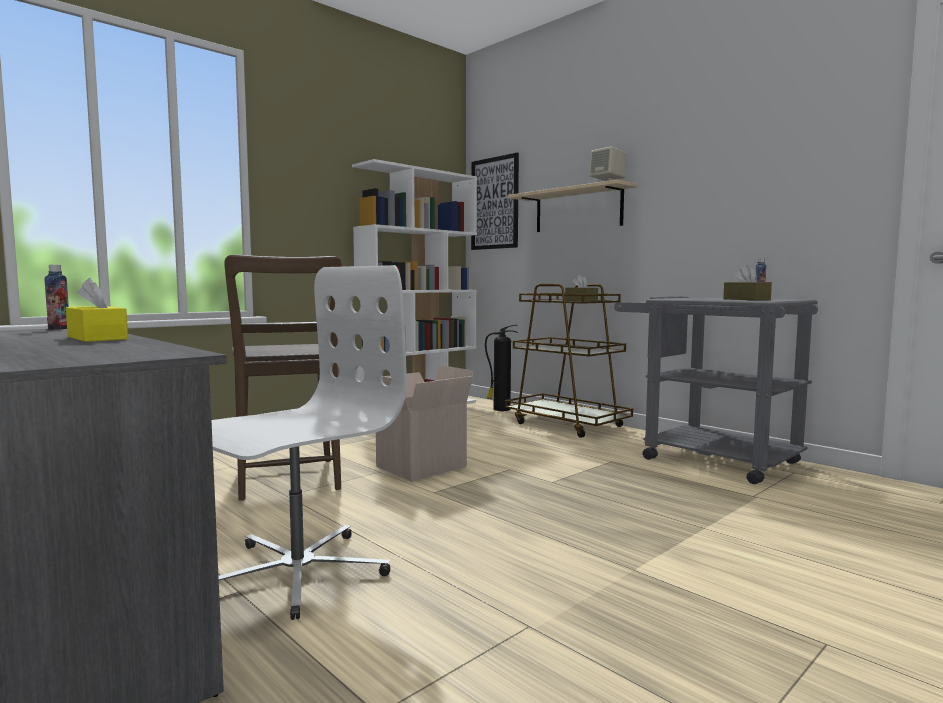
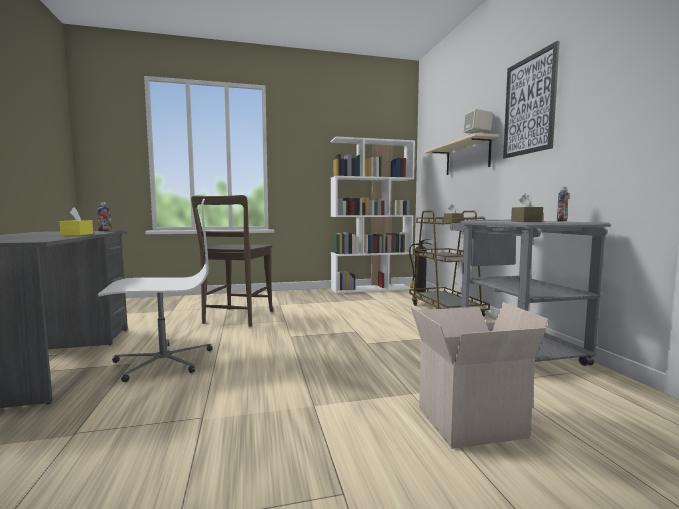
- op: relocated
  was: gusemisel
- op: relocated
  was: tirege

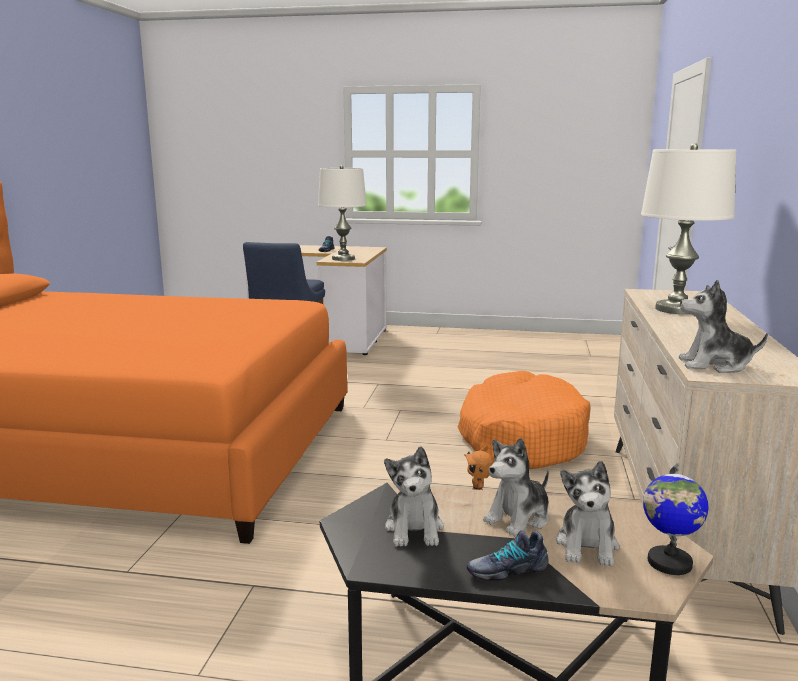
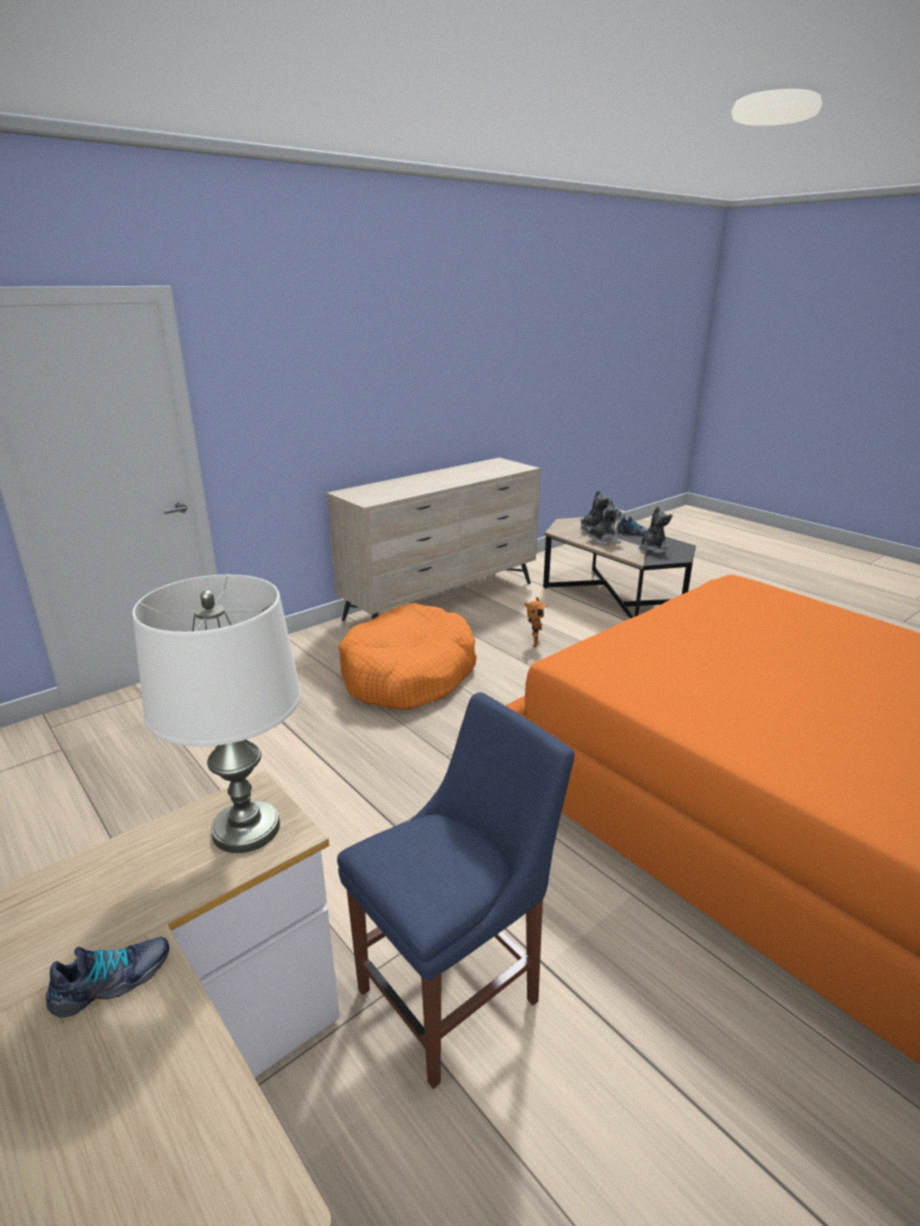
- op: missing
  was: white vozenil (no. 2 from left)
- op: missing
  was: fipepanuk
- op: missing
  was: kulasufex (no. 4 from left)

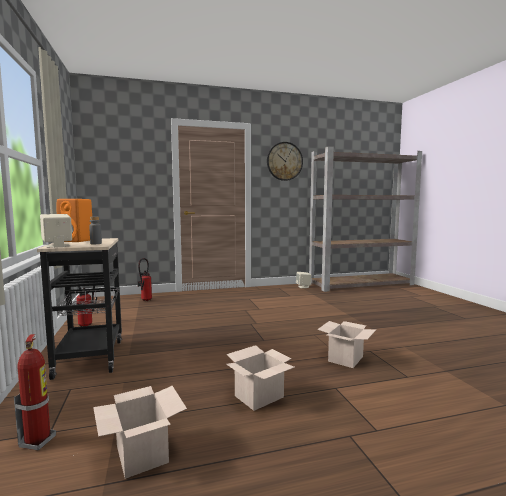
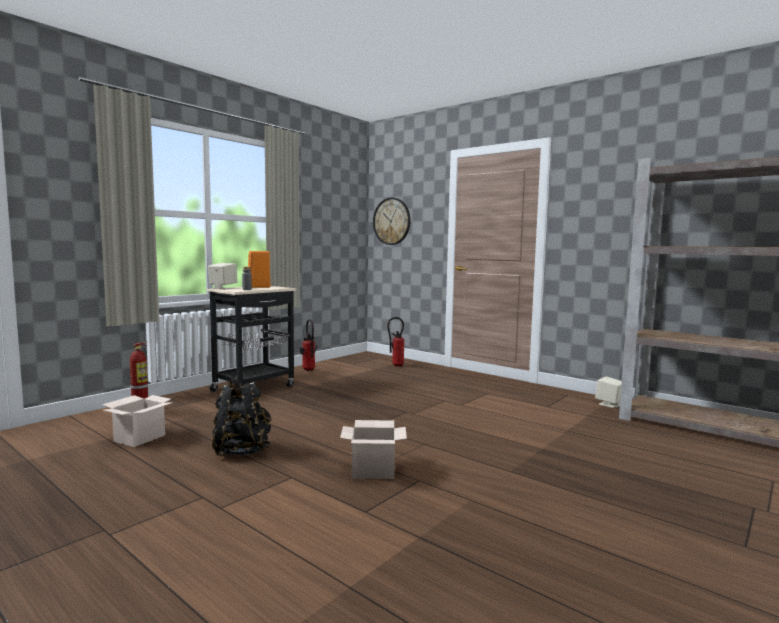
- op: relocated
  was: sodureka
- op: exchanged
  was: gusemisel (no. 2 from left)
  now: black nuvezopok

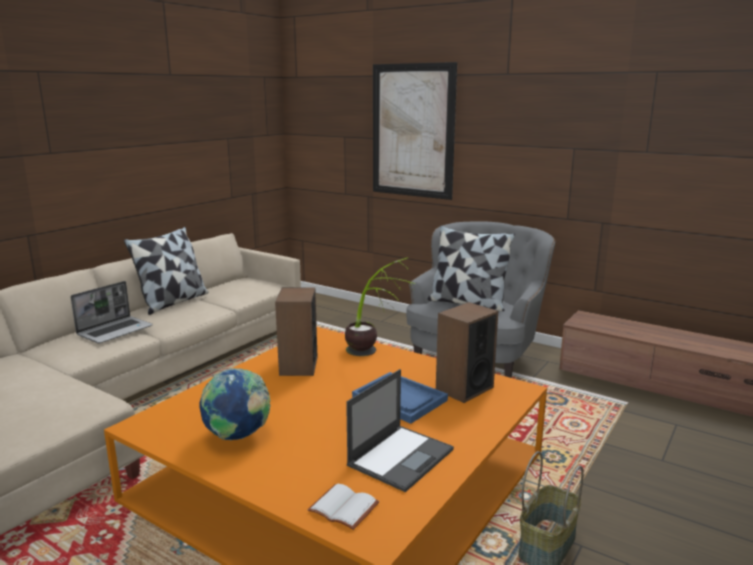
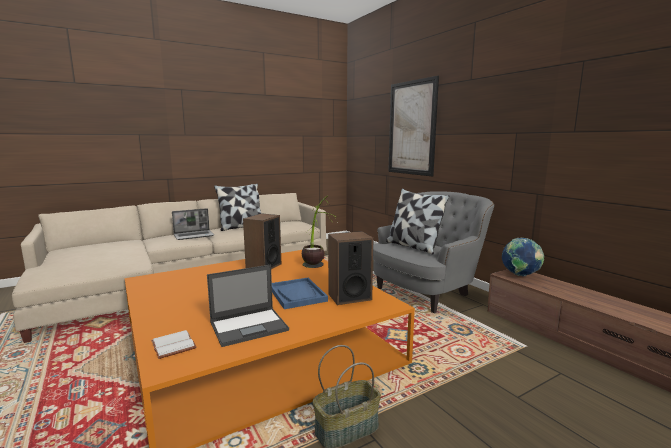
- op: relocated
  was: fipepanuk

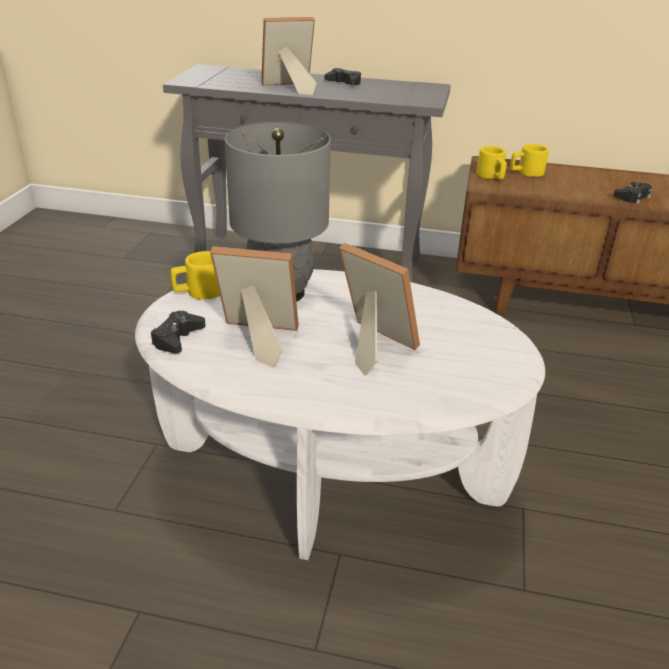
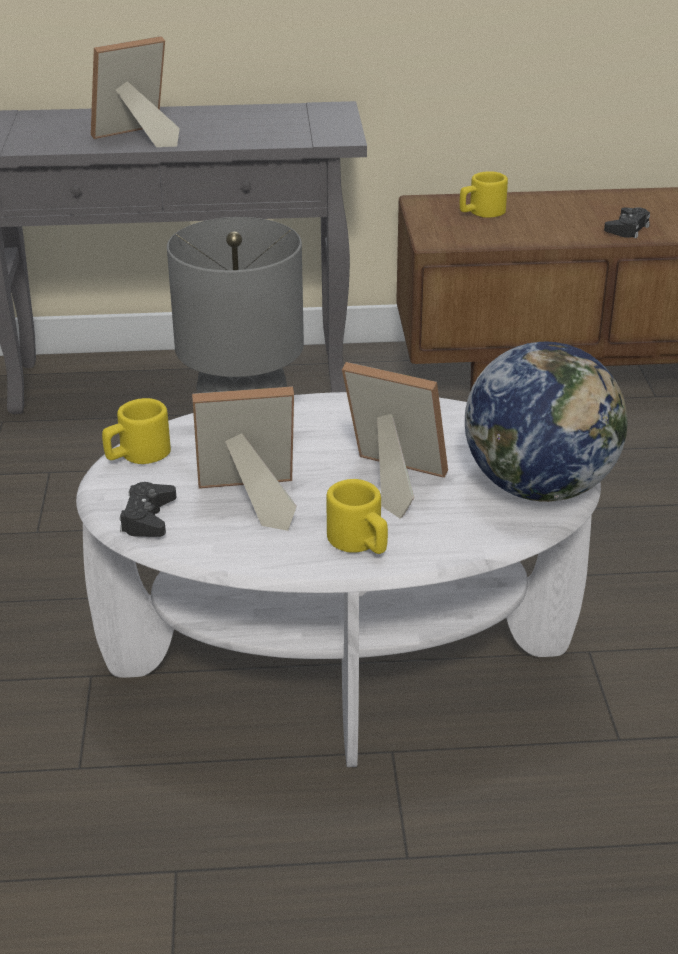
- op: missing
  was: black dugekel (no. 2 from left)
- op: appeared
  now: fipepanuk
- op: relocated
  was: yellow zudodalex (no. 2 from left)

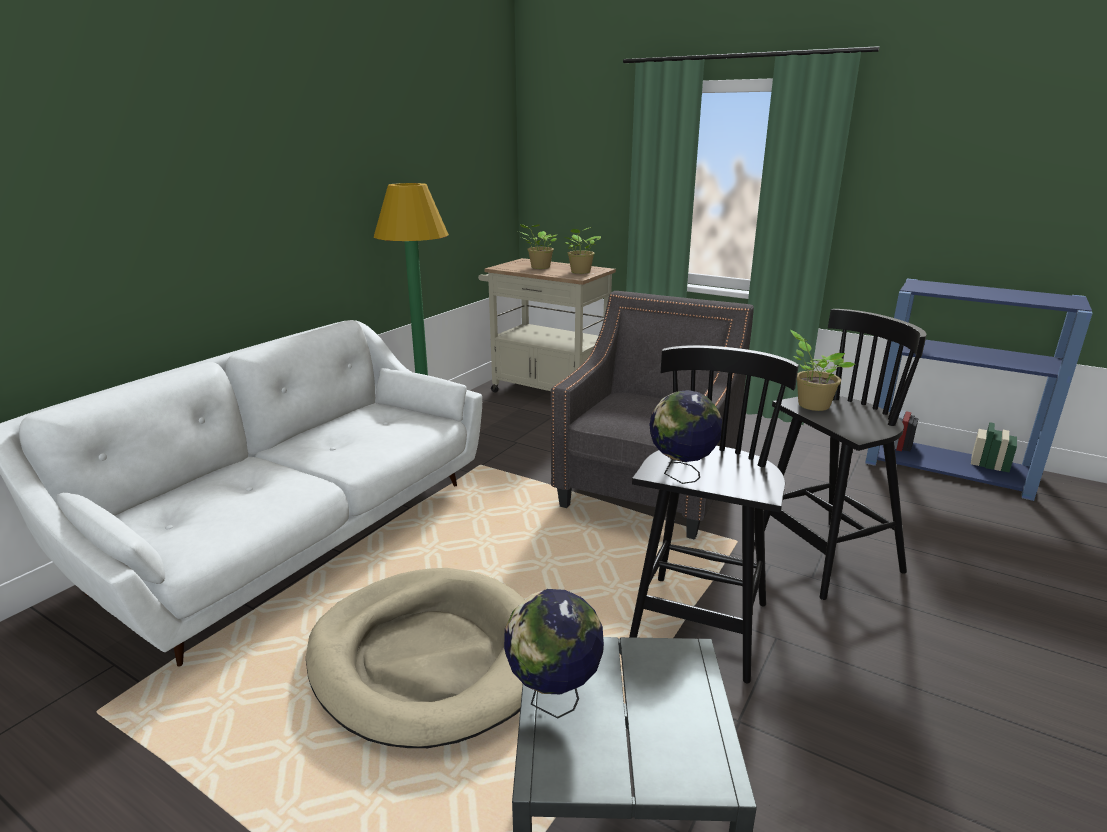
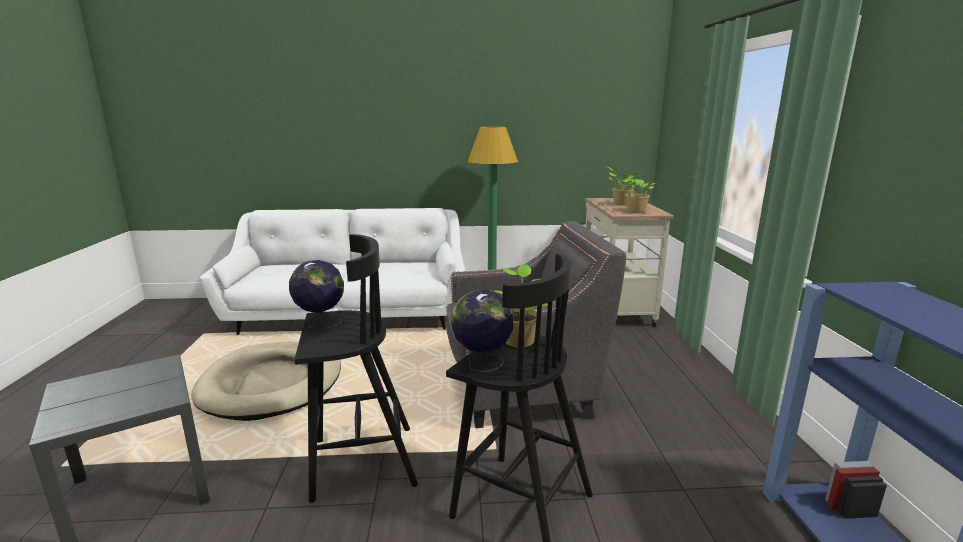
- op: relocated
  was: fipepanuk (no. 1 from left in the first image)
  now: fipepanuk (no. 2 from left)

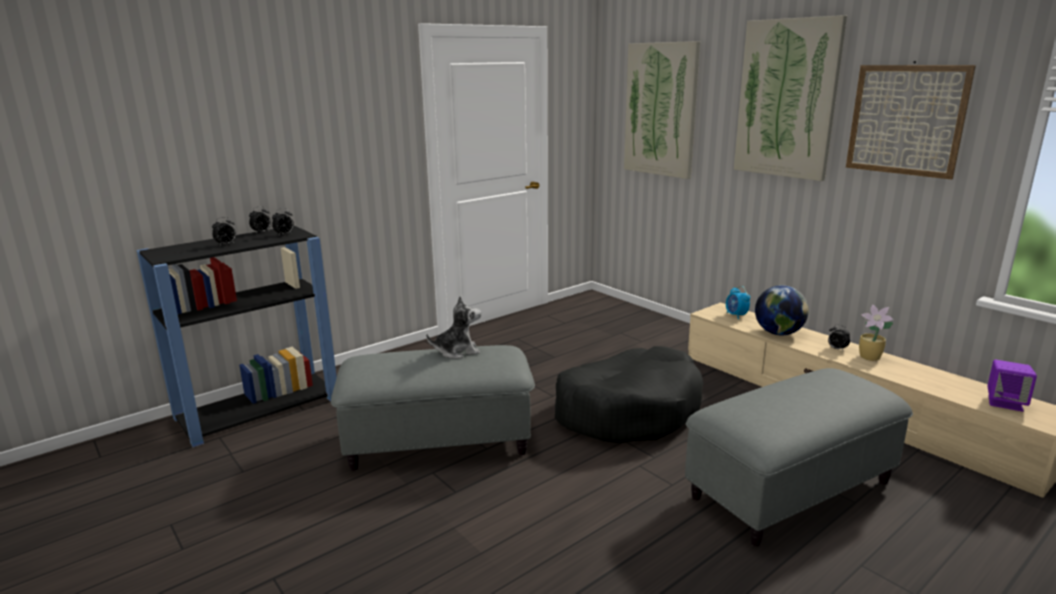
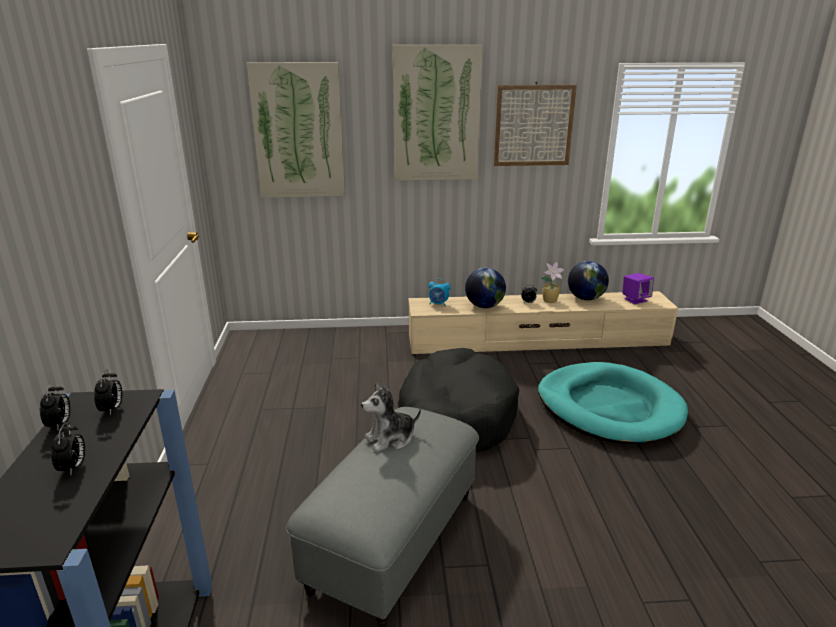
- op: appeared
  now: fipepanuk (no. 2 from left)
- op: exchanged
  was: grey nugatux (no. 2 from left)
  now: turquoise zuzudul
- op: spun
  was: kulasufex
  clockwise: -135

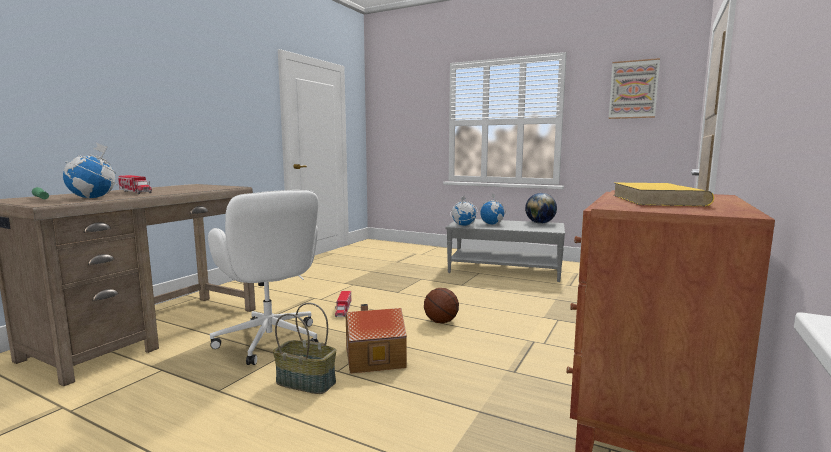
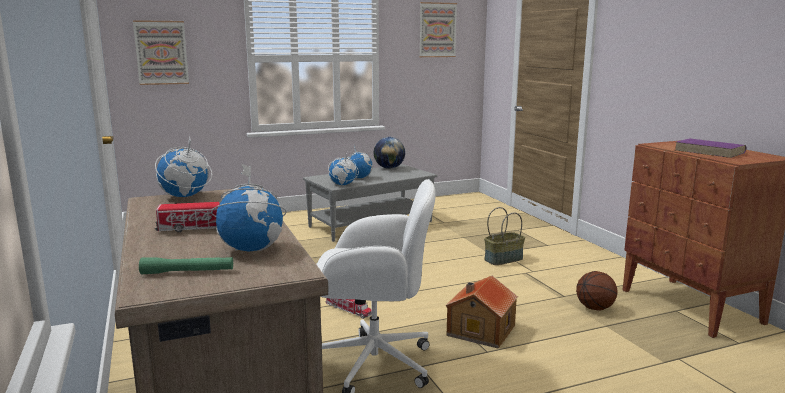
- op: appeared
  now: tirege (no. 1 from left)
- op: appeared
  now: fipepanuk (no. 1 from left)
- op: relocated
  was: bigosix
- op: relocated
  was: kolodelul
- op: colour
  was: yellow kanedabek
  now: purple kanedabek

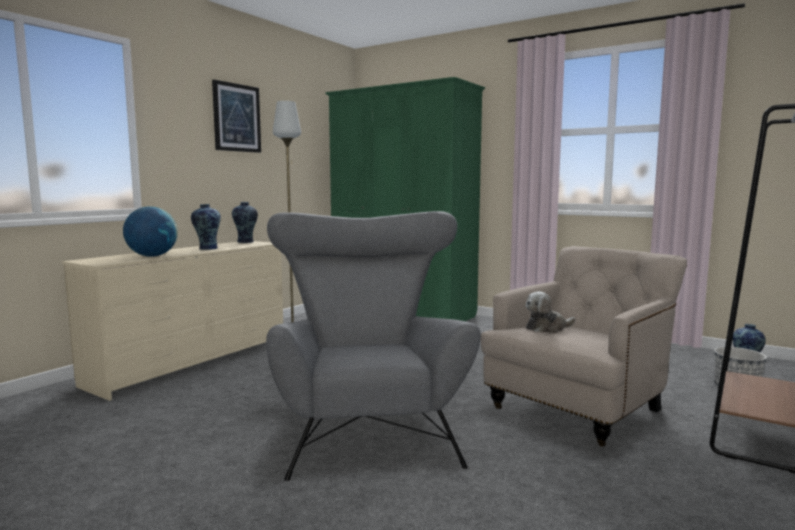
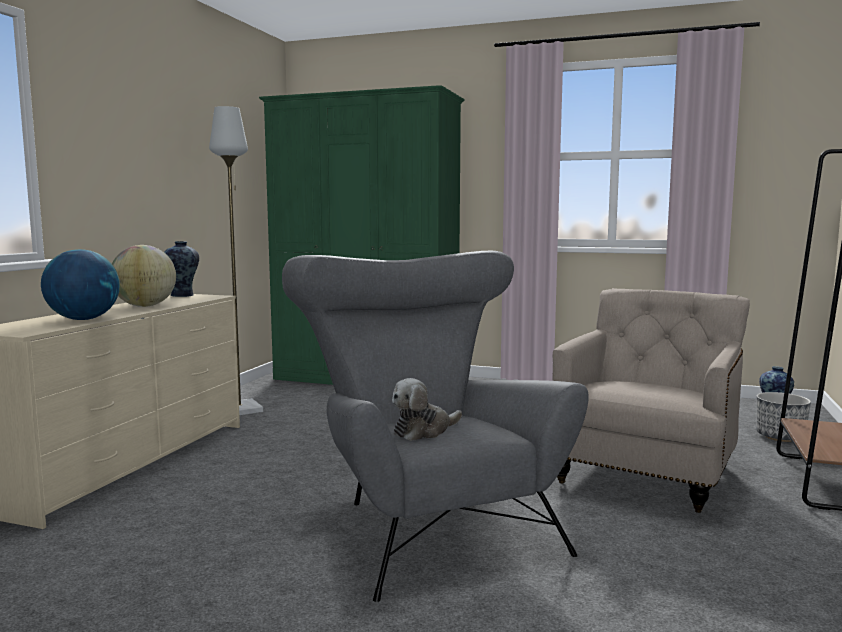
- op: missing
  was: tirege
- op: relocated
  was: kulasufex
- op: exchanged
  was: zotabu (no. 1 from left)
  now: fipepanuk (no. 2 from left)

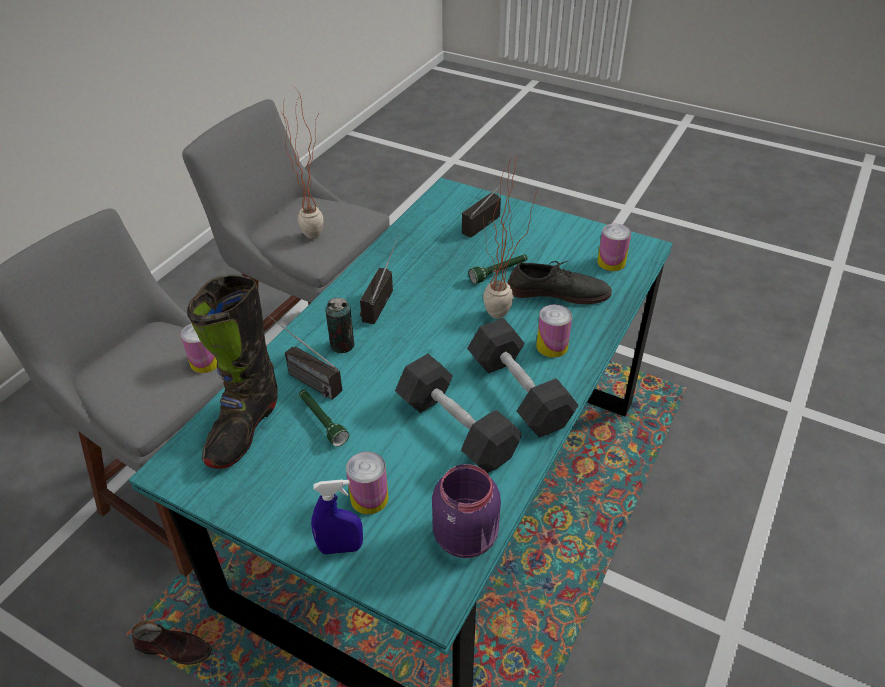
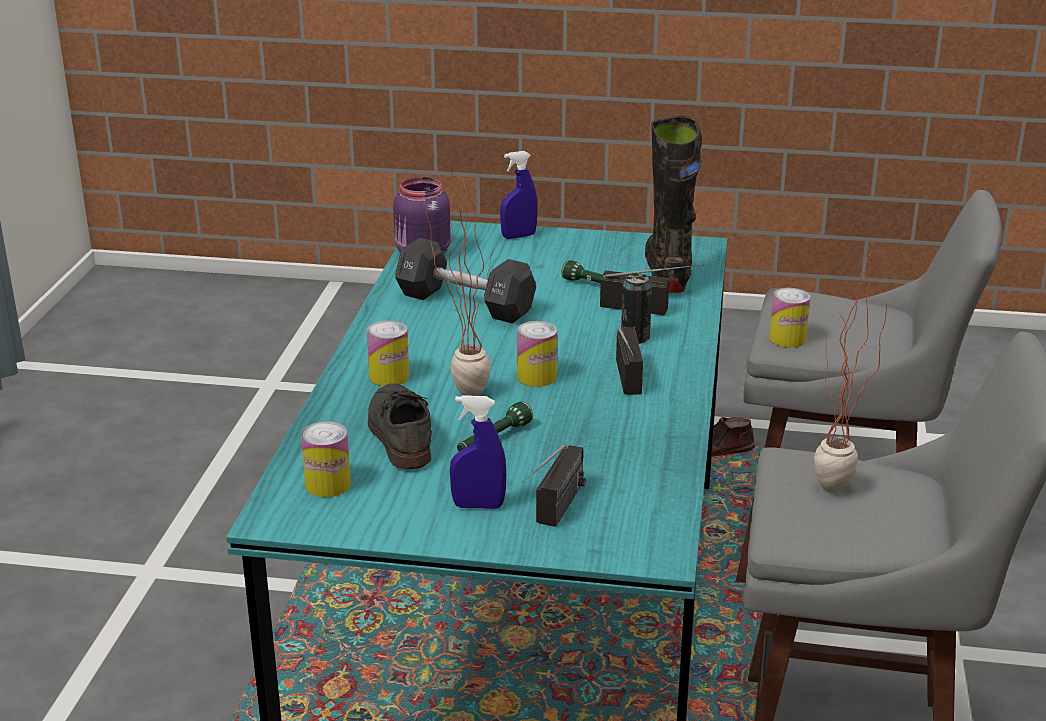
- op: missing
  was: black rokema (no. 2 from left)
- op: appeared
  now: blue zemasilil (no. 1 from left)
- op: relocated
  was: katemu (no. 3 from left)
- op: spun
  was: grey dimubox
  clockwise: 90

